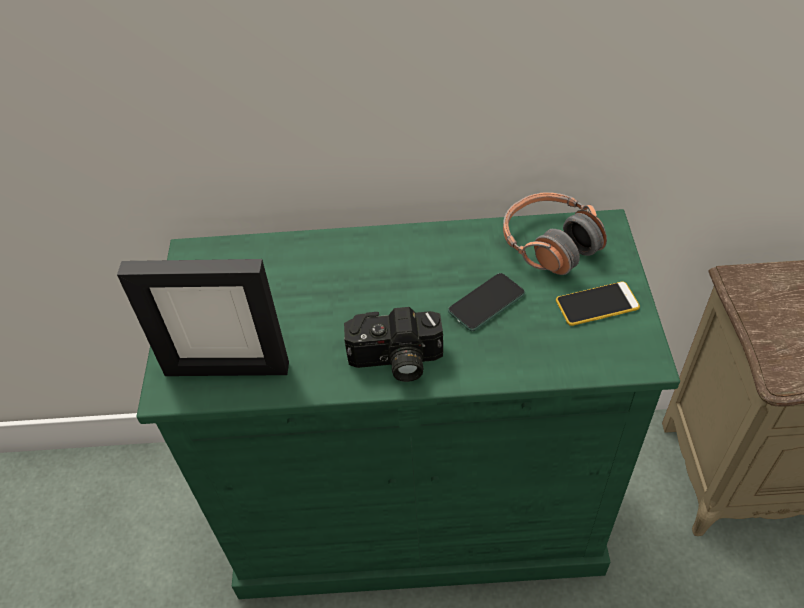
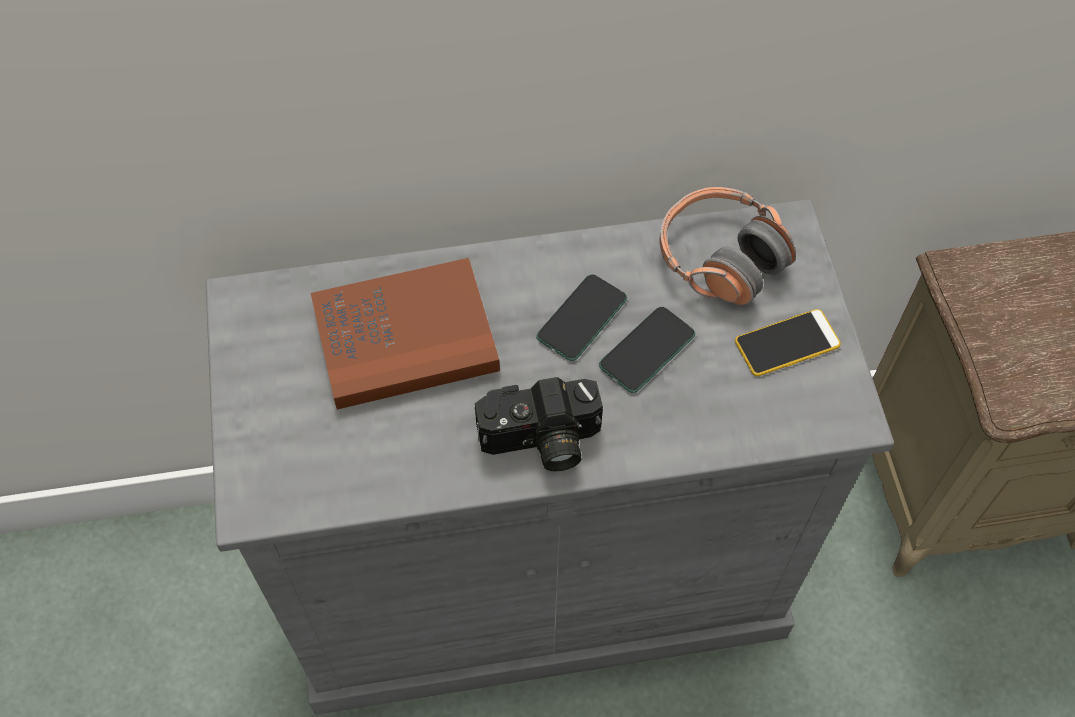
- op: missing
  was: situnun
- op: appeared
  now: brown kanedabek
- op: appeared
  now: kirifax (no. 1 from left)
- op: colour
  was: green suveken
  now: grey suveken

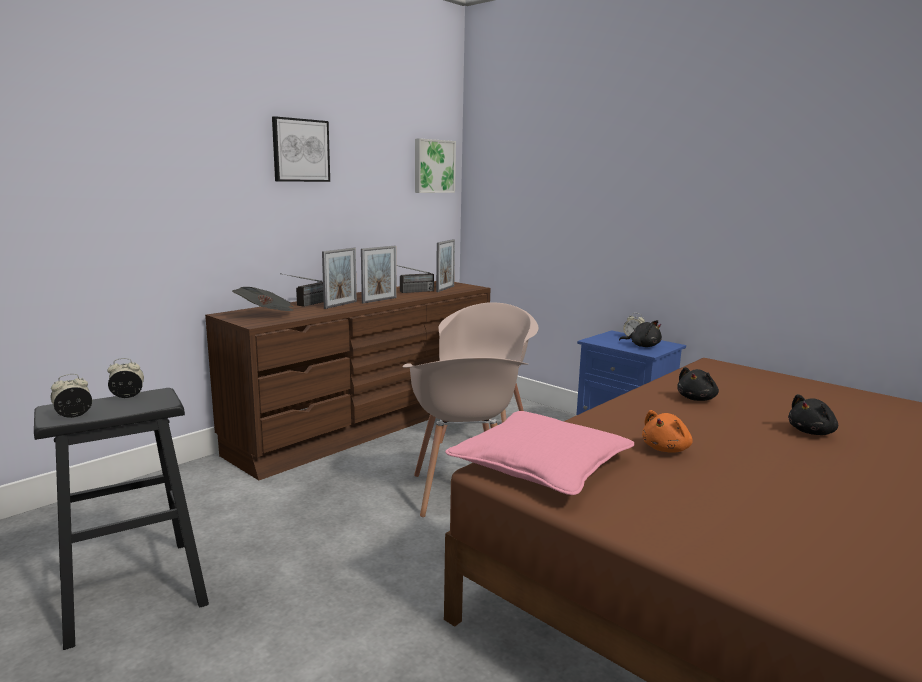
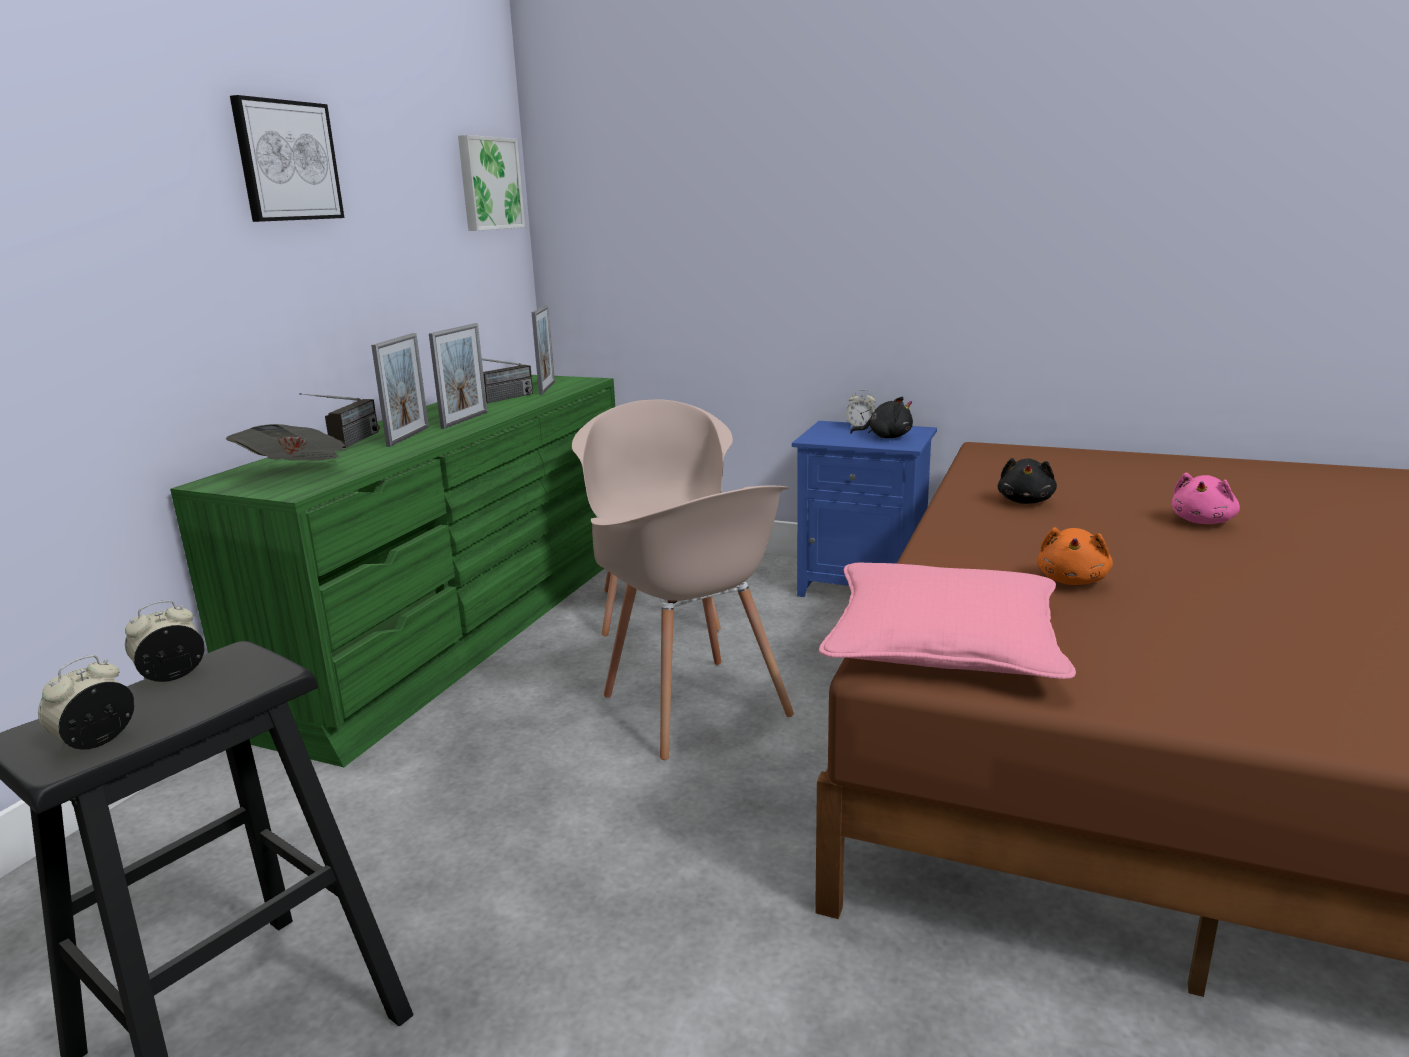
- op: colour
  was: brown suveken
  now: green suveken
- op: colour
  was: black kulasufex (no. 3 from left)
  now: pink kulasufex

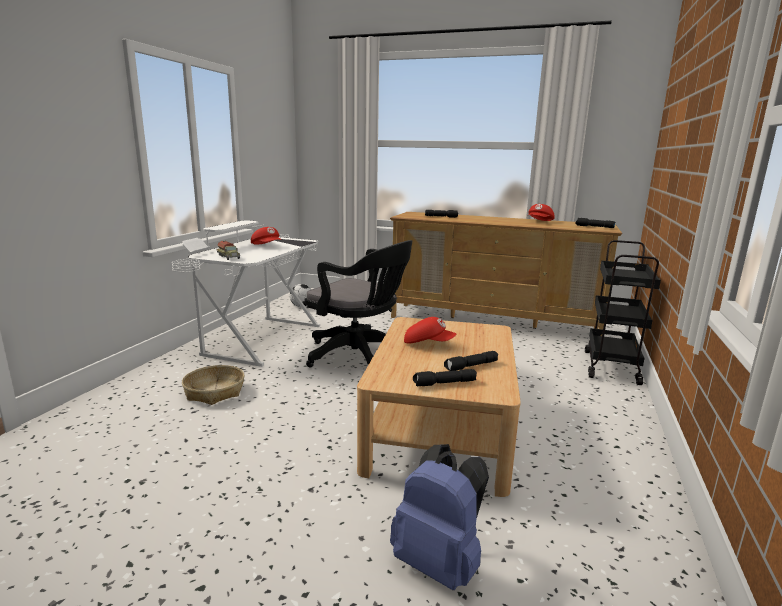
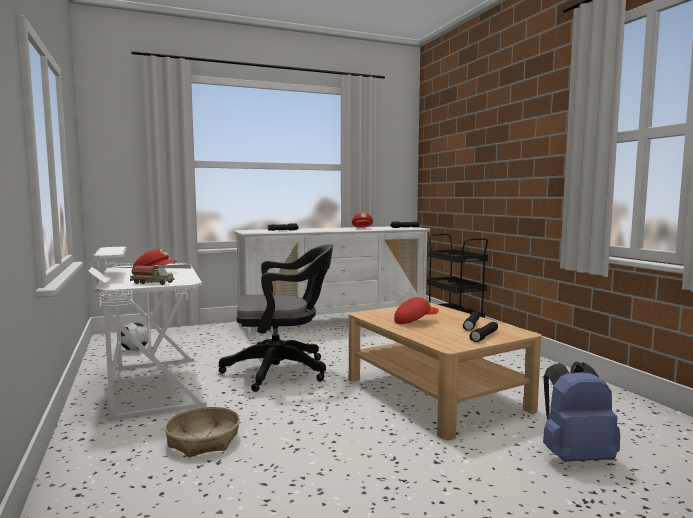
- op: colour
  was: brown suveken
  now: white suveken

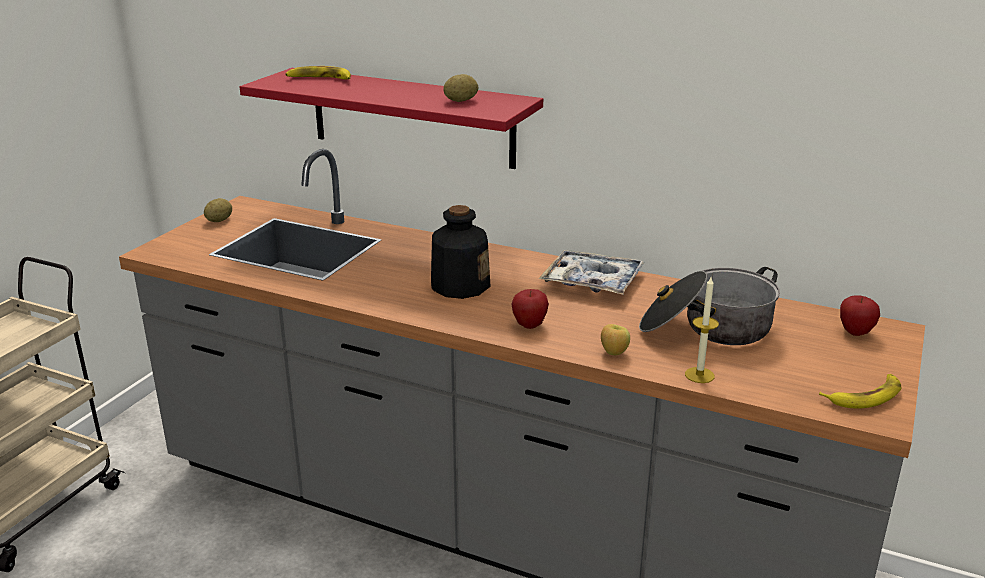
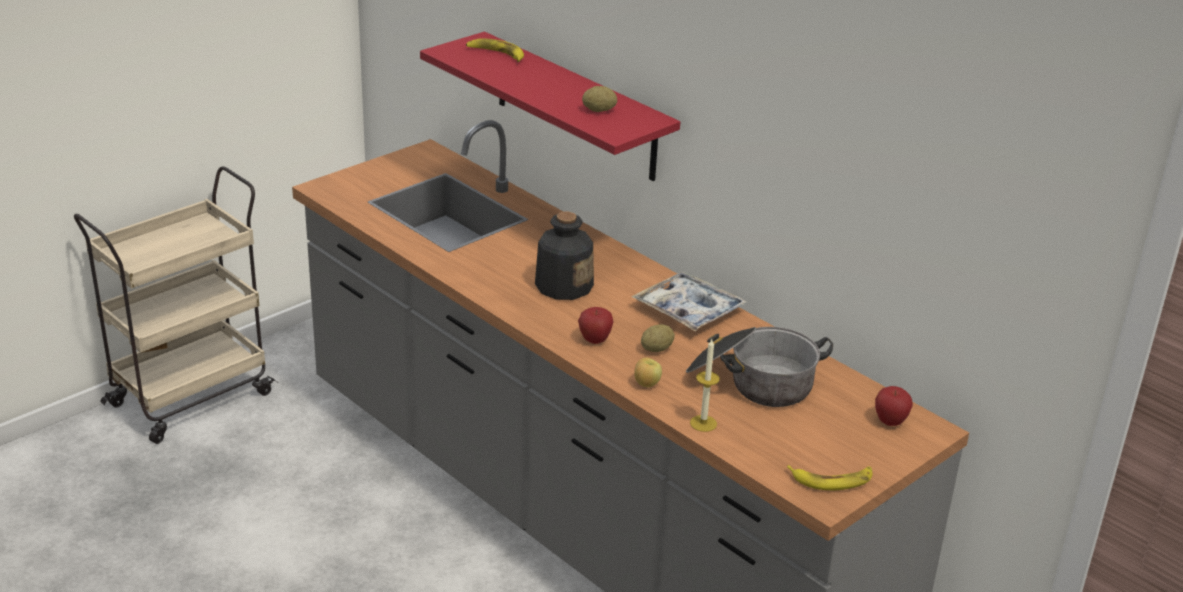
- op: relocated
  was: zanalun (no. 1 from left in the first image)
  now: zanalun (no. 2 from left)

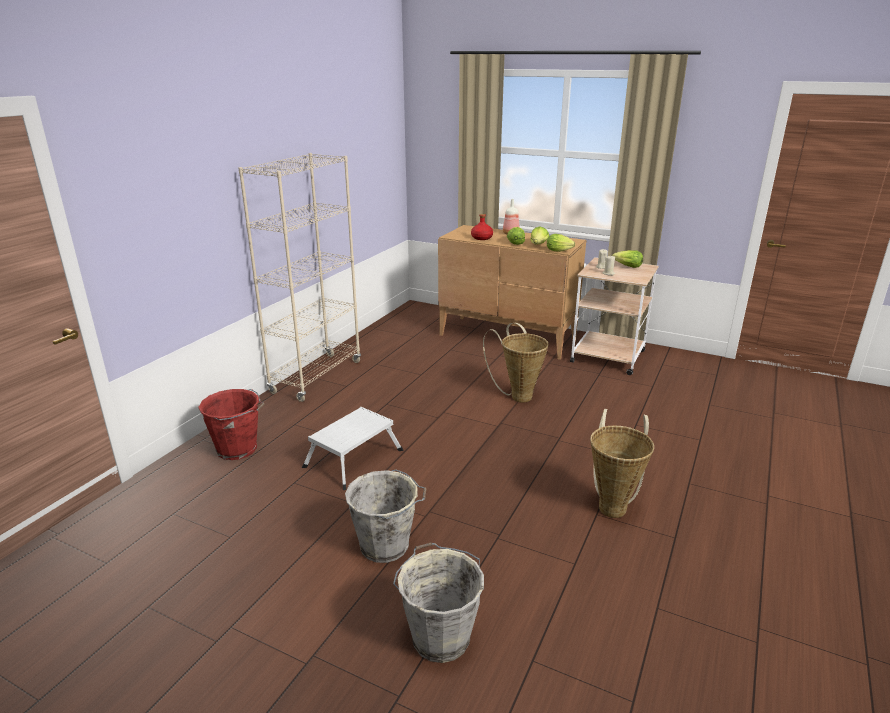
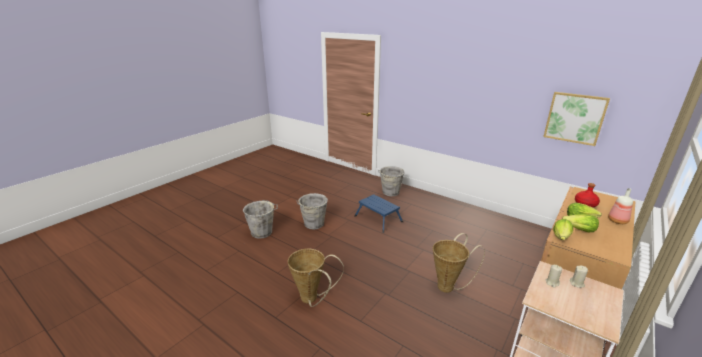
- op: missing
  was: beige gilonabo
- op: missing
  was: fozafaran (no. 4 from left)
- op: appeared
  now: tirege
- op: colour
  was: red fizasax
  now: grey fizasax (no. 3 from left)
- op: colour
  was: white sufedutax
  now: blue sufedutax

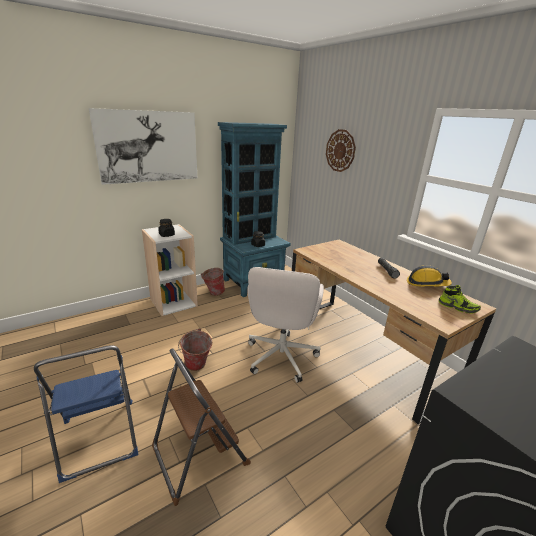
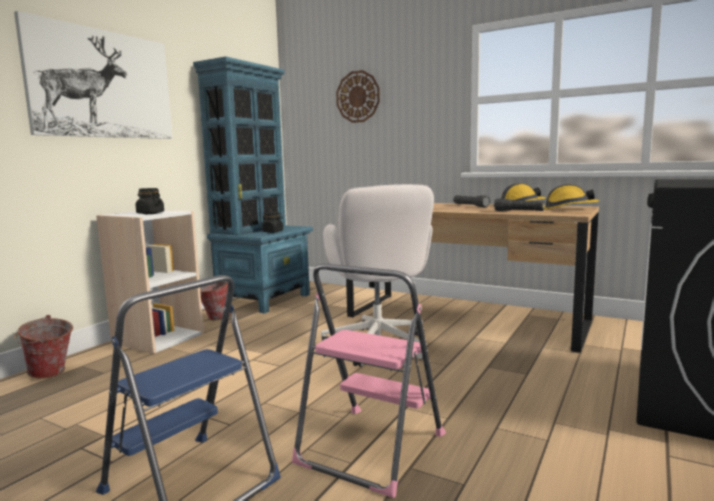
- op: appeared
  now: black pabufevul (no. 2 from left)
- op: relocated
  was: fizasax (no. 1 from left)
- op: exchanged
  was: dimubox
  now: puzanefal (no. 2 from left)
- op: colour
  was: brown sufedutax
  now: pink sufedutax

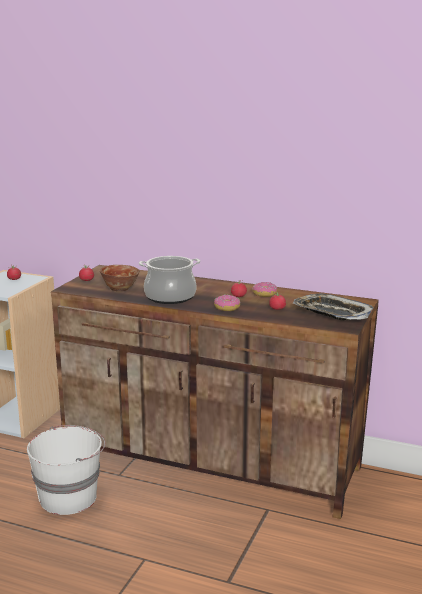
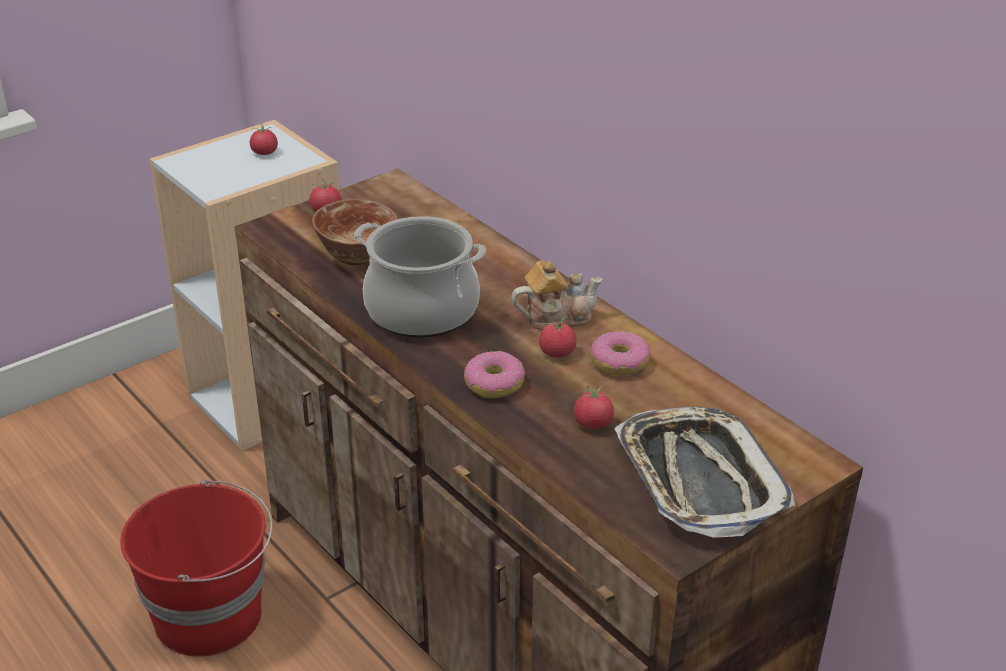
- op: appeared
  now: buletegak
- op: colour
  was: white fizasax
  now: red fizasax

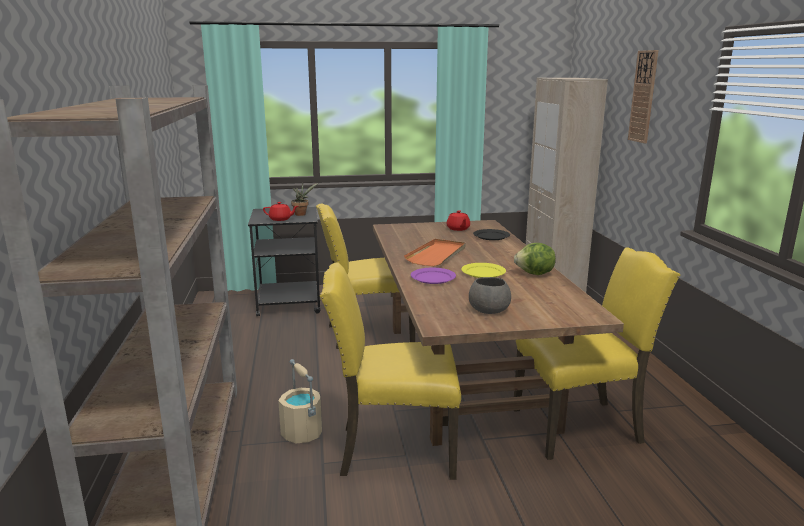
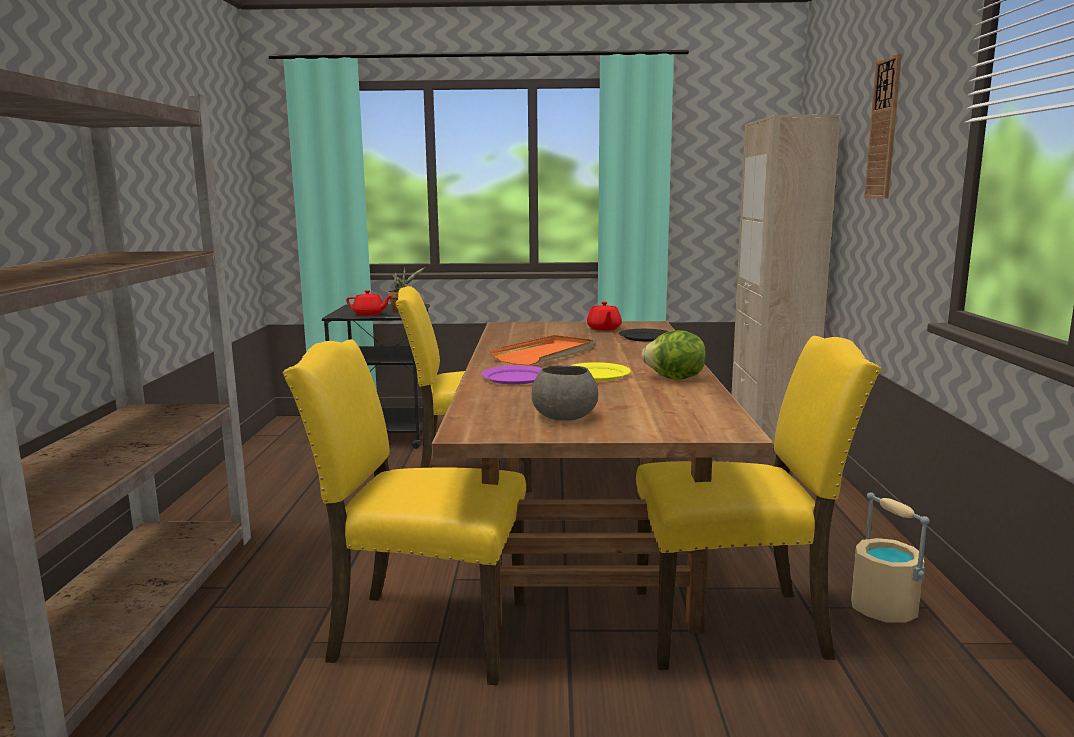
- op: relocated
  was: beige fizasax

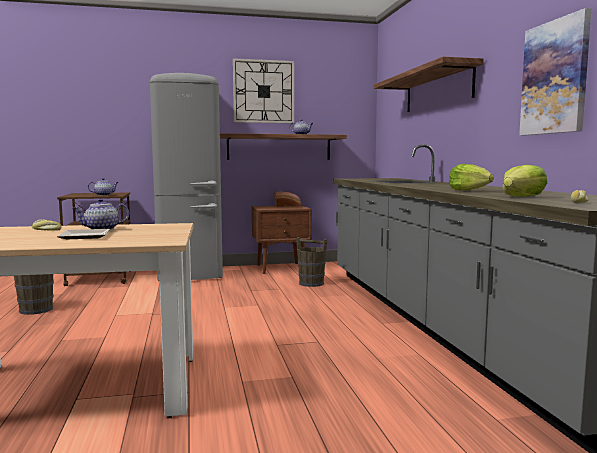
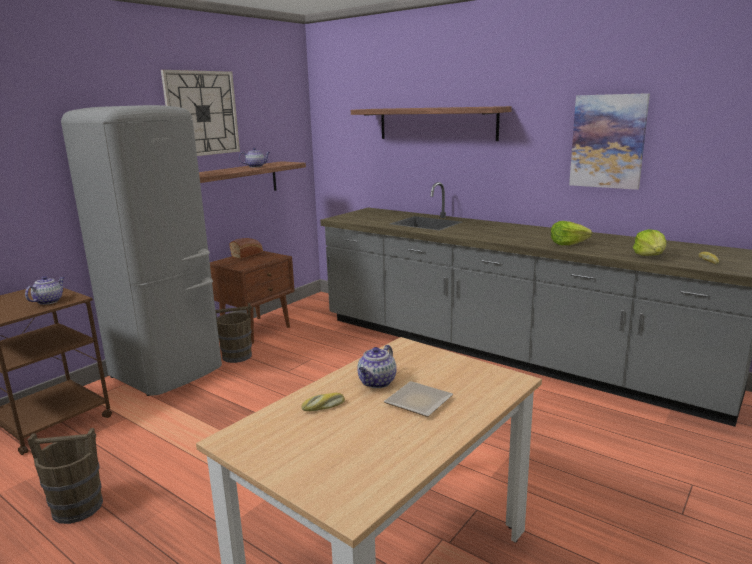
- op: relocated
  was: brown fizasax (no. 2 from left)

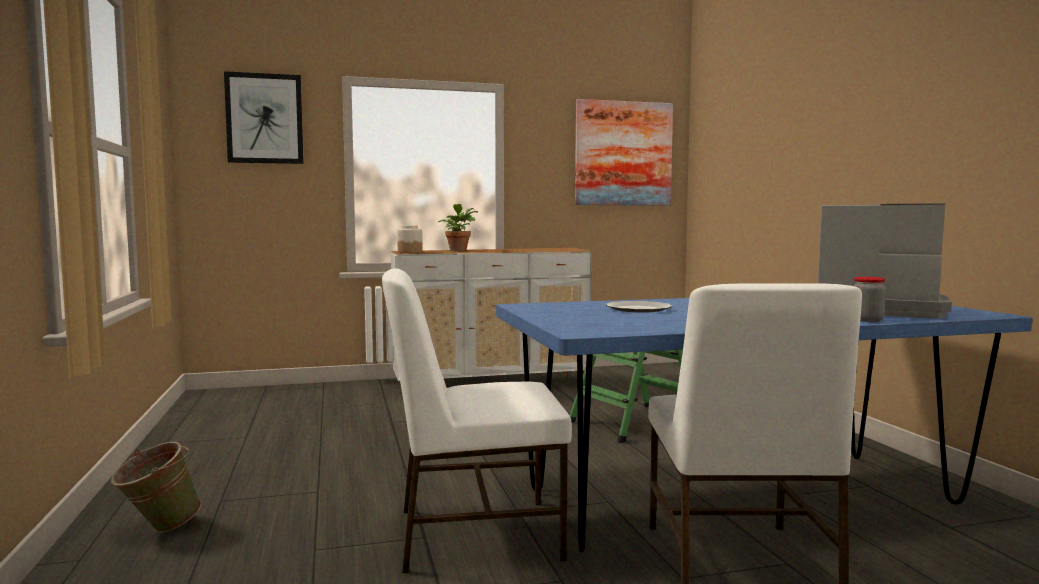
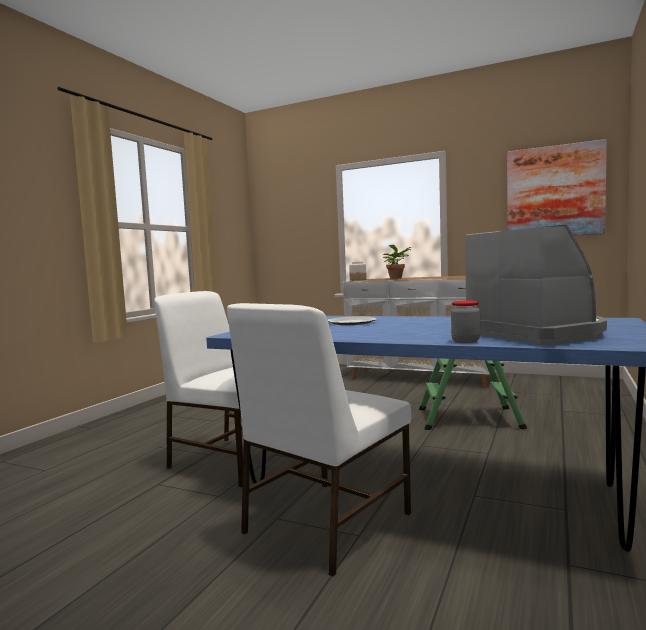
- op: missing
  was: green fizasax
- op: missing
  was: tirege (no. 1 from left)

